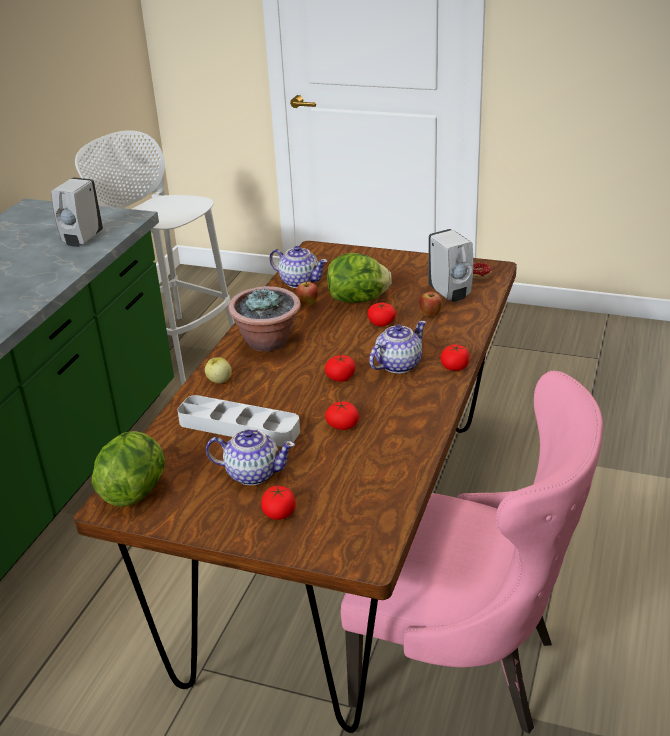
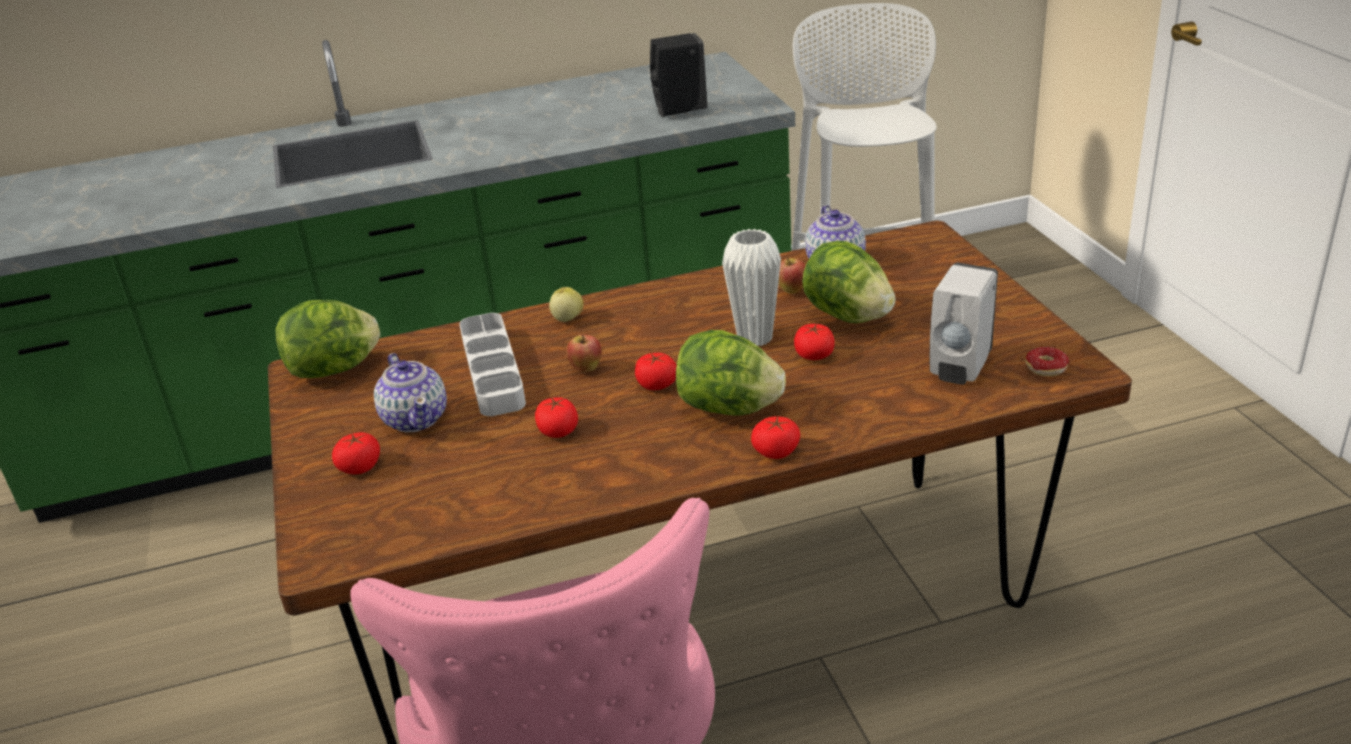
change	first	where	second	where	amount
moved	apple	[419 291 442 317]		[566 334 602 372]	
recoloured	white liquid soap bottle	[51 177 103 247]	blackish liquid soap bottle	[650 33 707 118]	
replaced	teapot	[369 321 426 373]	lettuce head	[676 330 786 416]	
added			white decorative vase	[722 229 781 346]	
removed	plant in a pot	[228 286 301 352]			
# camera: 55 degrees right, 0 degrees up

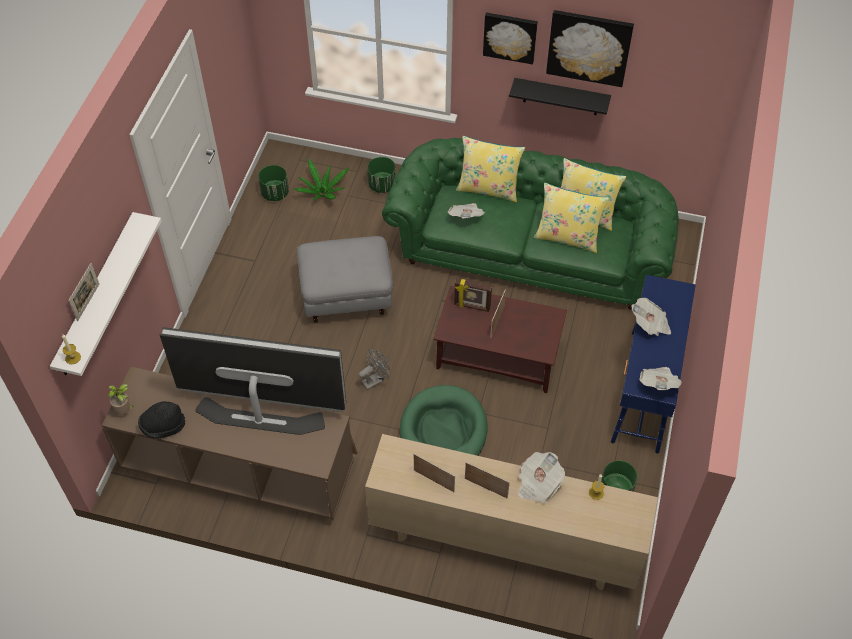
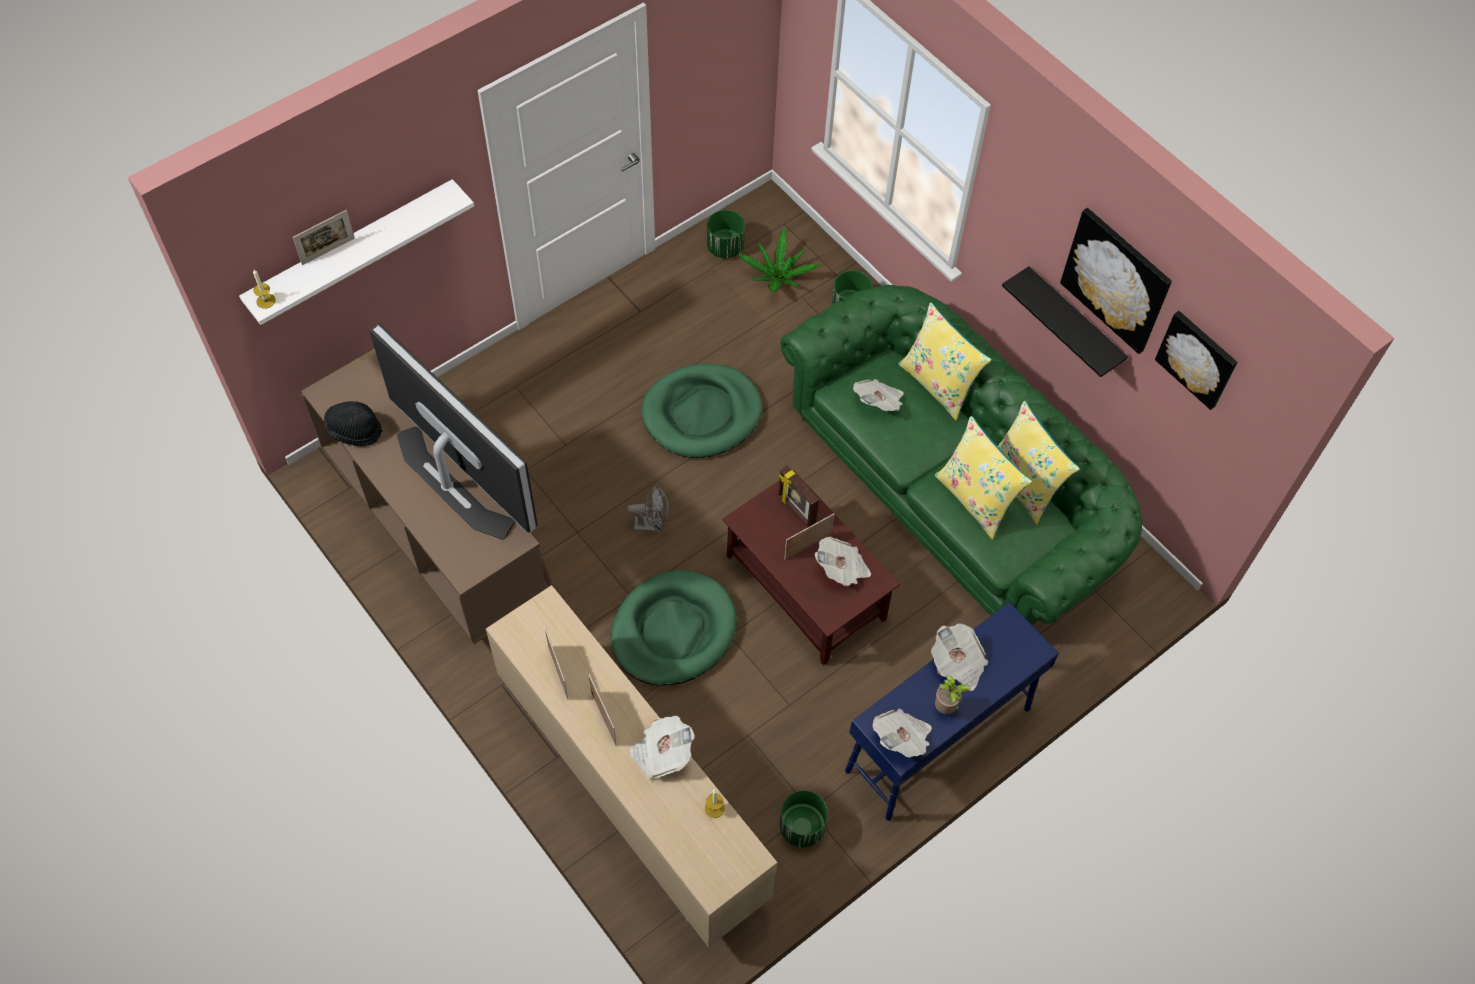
change	first	where	second	where	amount
replaced	grey pouffe	[297 236 393 323]	green-coloured dog bed	[642 363 762 458]	
added			daily paper	[815 537 871 586]	
moved	plant in a pot	[107 384 135 415]		[935 675 971 714]	
moved	picture	[483 13 538 64]		[1155 311 1237 410]	
# camera: 35 degrees right, 5 degrees up

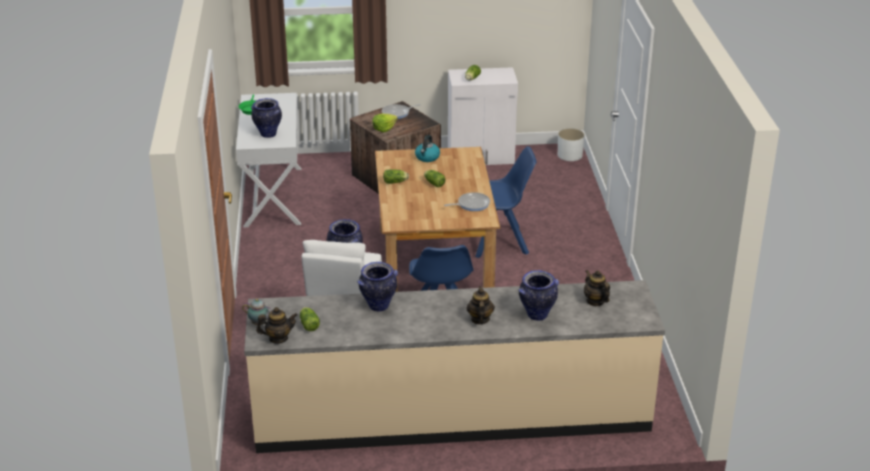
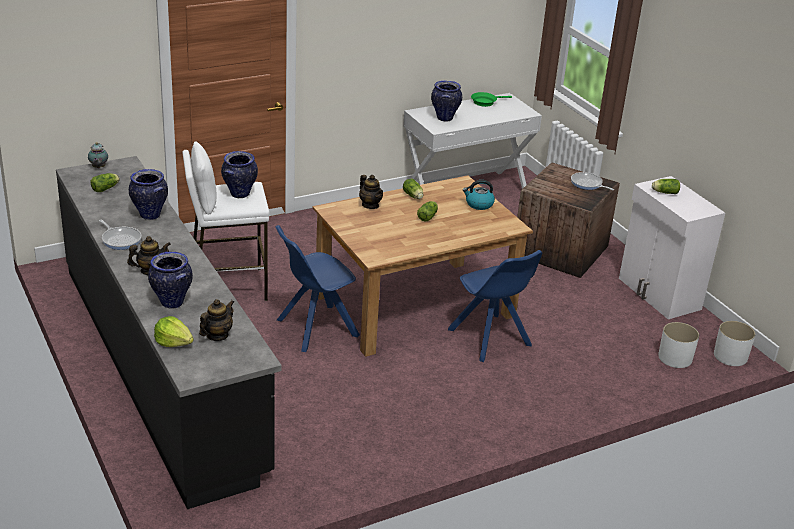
change	first	where	second	where	amount
recoloured	beige-coloured kitchen base unit	[244 280 665 453]	blackish kitchen base unit	[56 156 282 509]	
moved	frying pan	[444 192 490 211]		[99 220 141 250]	
moved	lettuce head	[372 114 398 132]		[154 316 194 347]	
moved	teapot	[256 307 297 344]		[359 175 383 209]	
added			white plant pot	[658 322 699 368]	
# camera: 65 degrees right, 0 degrees up

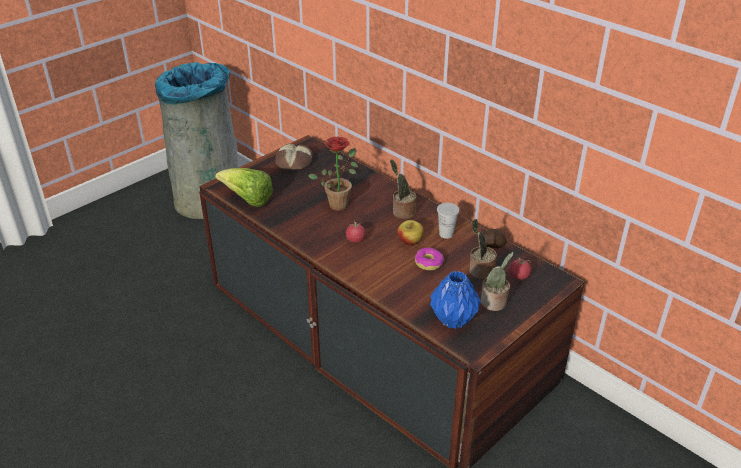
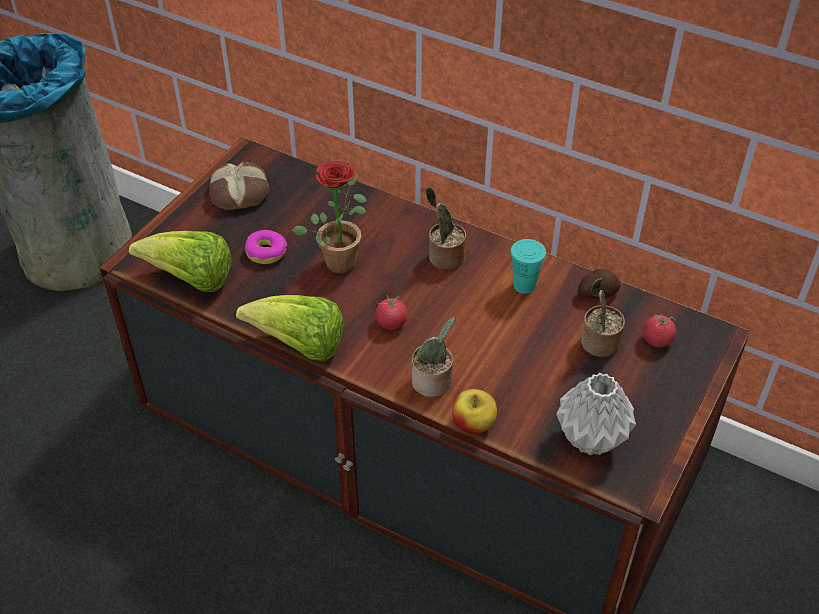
change	first	where	second	where	amount
added			lettuce head	[236 295 344 361]	
moved	donut	[415 248 444 270]		[245 230 288 264]	
moved	plant in a pot	[480 252 514 311]		[412 317 455 397]	
moved	apple	[398 220 424 246]		[452 389 497 434]	
recoloured	white small cup	[437 203 460 239]	turquoise small cup	[510 239 546 294]	
recoloured	blue-coloured decorative vase	[430 271 481 329]	grey decorative vase	[556 373 636 455]	
# camera: 15 degrees left, 10 degrees up

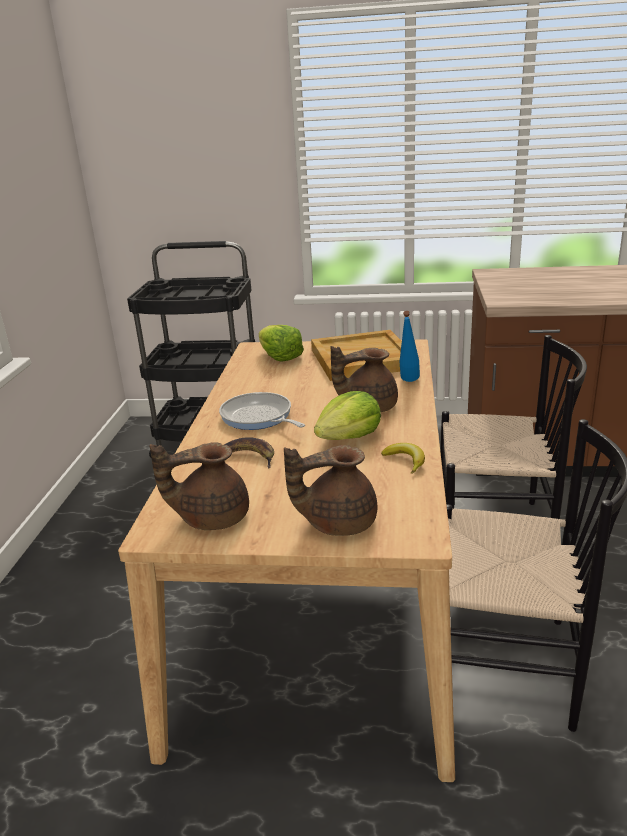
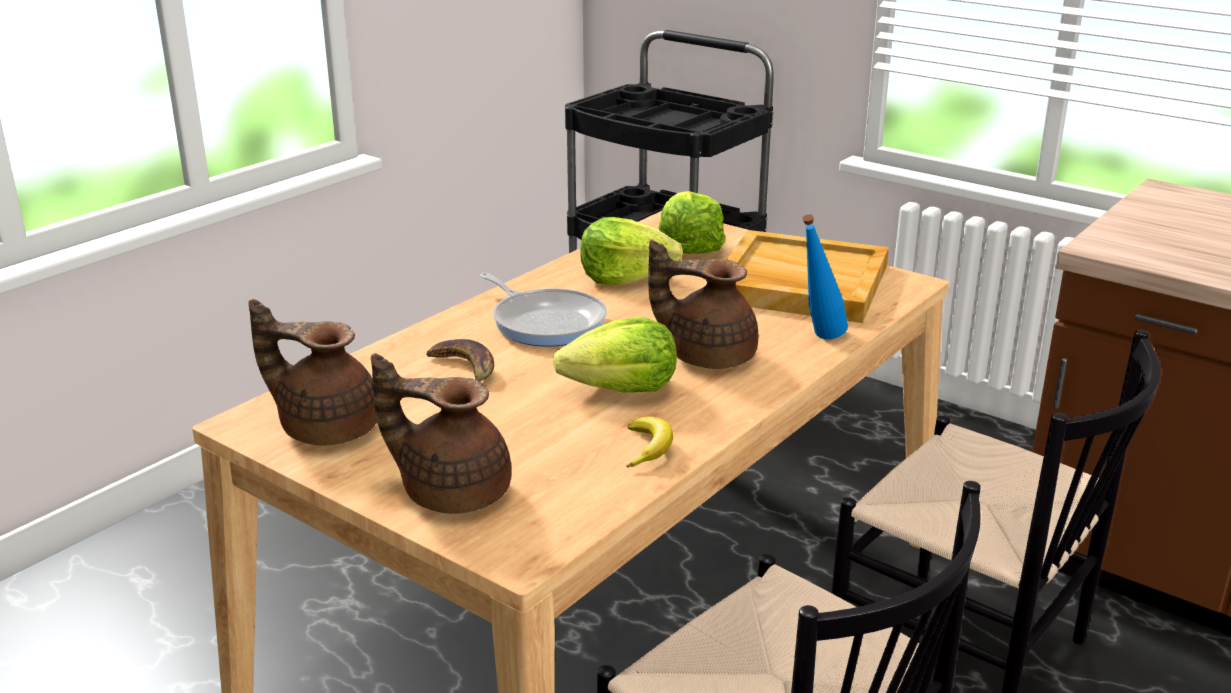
change	first	where	second	where	amount
turned	frying pan	[219 392 305 430]		[480 273 607 347]	150 degrees clockwise
added			lettuce head	[580 217 683 285]	
# camera: 30 degrees right, 0 degrees up

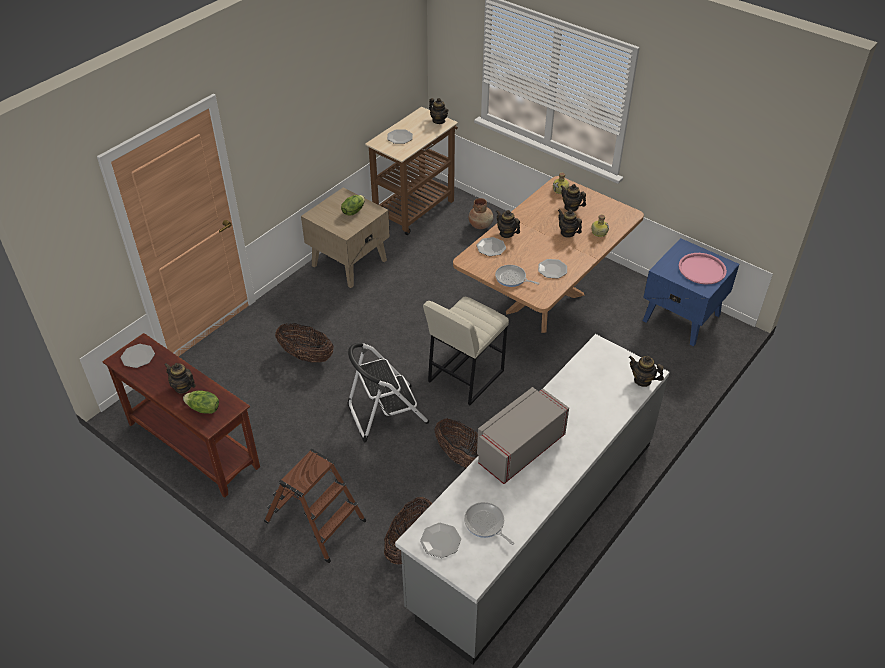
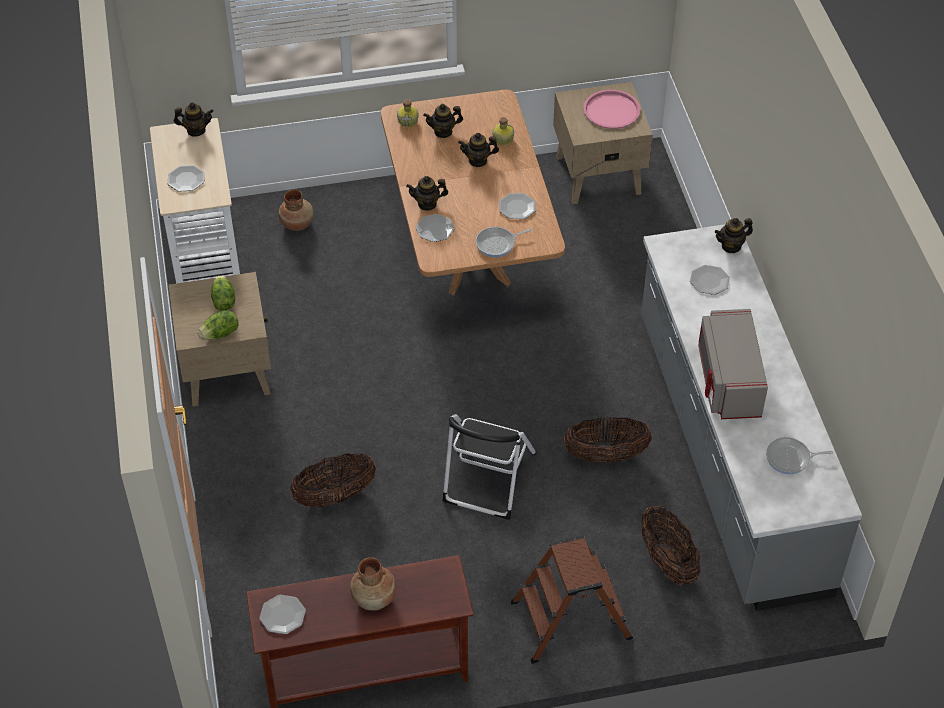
change	first	where	second	where	amount
recoloured	brownish trolley	[365 107 458 235]	white trolley	[150 118 240 284]	
moved	lettuce head	[183 390 219 414]		[198 310 239 339]	
replaced	teapot	[164 363 196 393]	brownish decorative vase	[350 557 396 611]	
recoloured	blue-coloured bedside table	[643 238 739 346]	beige-coloured bedside table	[553 82 653 204]	
moved	plate	[420 523 461 558]		[690 265 730 295]	
removed	beige-coloured chair	[423 297 509 405]			
# camera: 50 degrees left, 5 degrees up

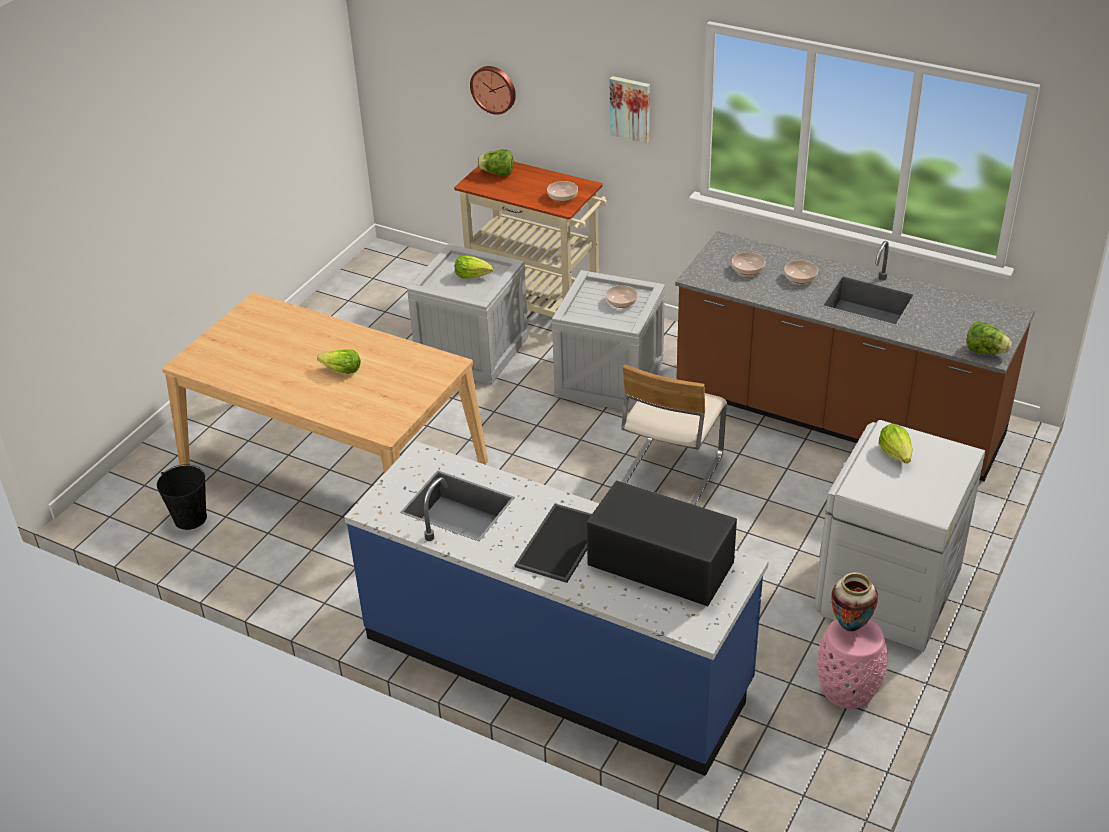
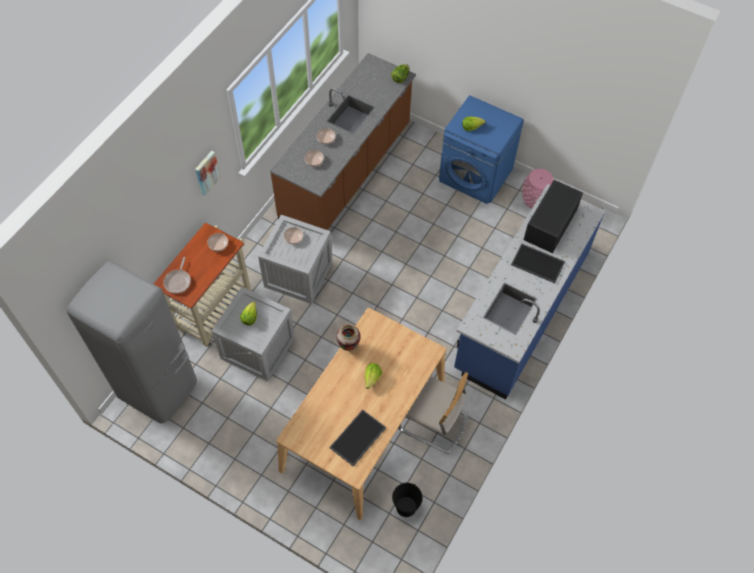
change	first	where	second	where	amount
added			grey fridge	[67 261 197 423]	
replaced	lettuce head	[477 149 513 175]	frying pan	[163 257 191 294]	
added			tray	[329 410 386 467]	
moved	decorative vase	[831 572 878 632]		[336 325 361 351]	
moved	beige-coloured chair	[621 364 727 505]		[398 372 468 454]	
recoloured	white laundry appliance	[814 420 985 652]	blue-coloured laundry appliance	[439 95 524 204]	
removed	clock on the wall	[470 66 516 115]			
# camera: 90 degrees left, 20 degrees up

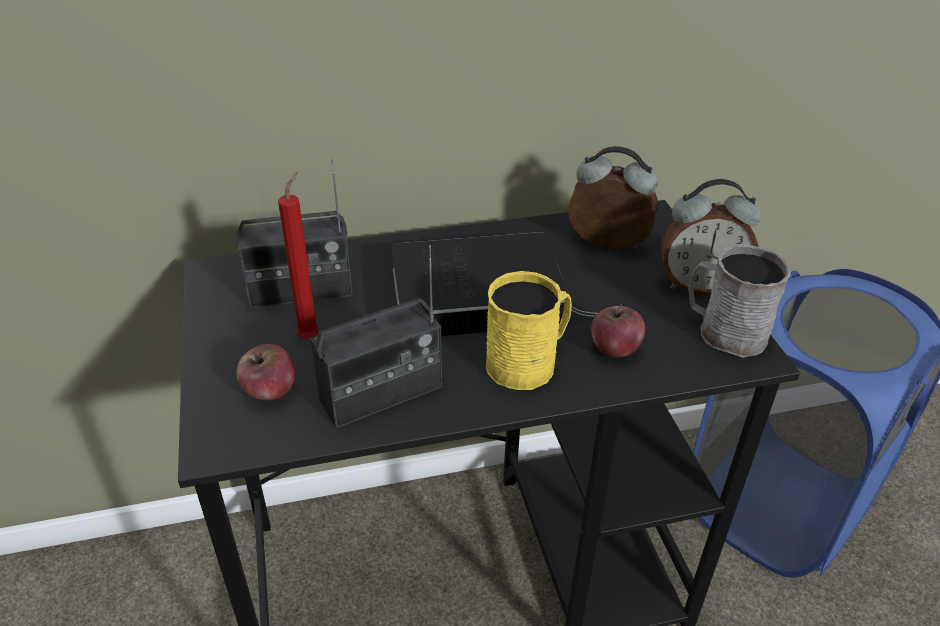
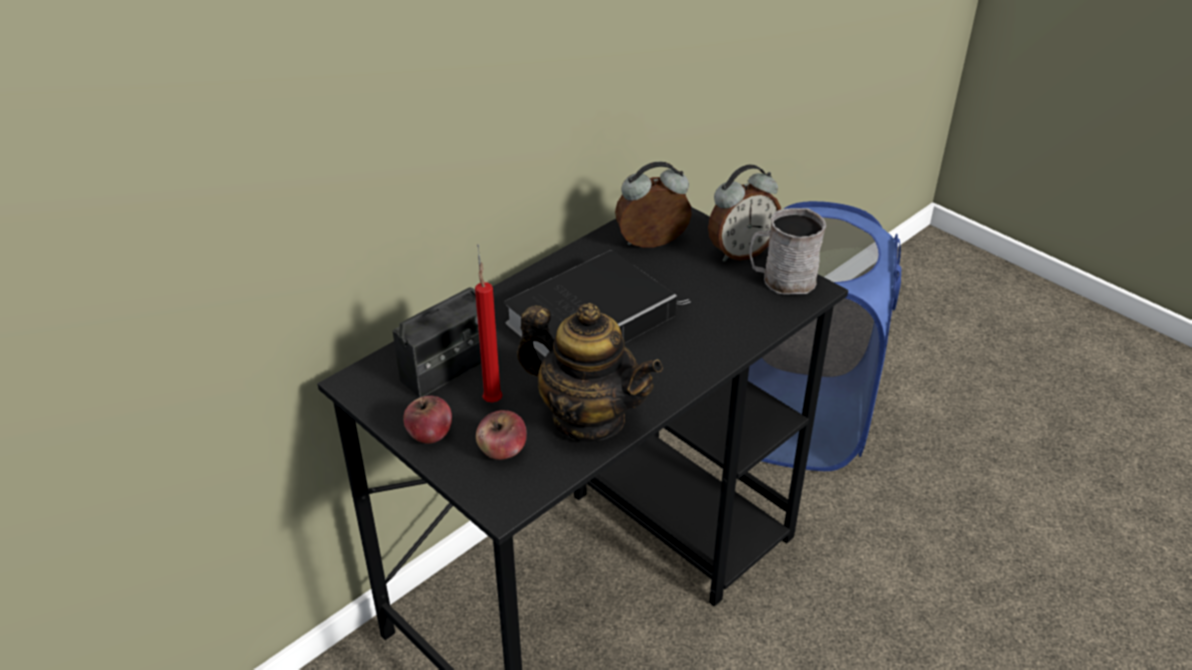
change	first	where	second	where	amount
moved	apple	[591 305 645 358]		[403 396 452 444]	
replaced	radio set	[311 245 442 428]	teapot	[517 303 663 442]	
removed	yellow-coloured coffee mug	[486 271 572 390]			
# camera: 30 degrees left, 0 degrees up

